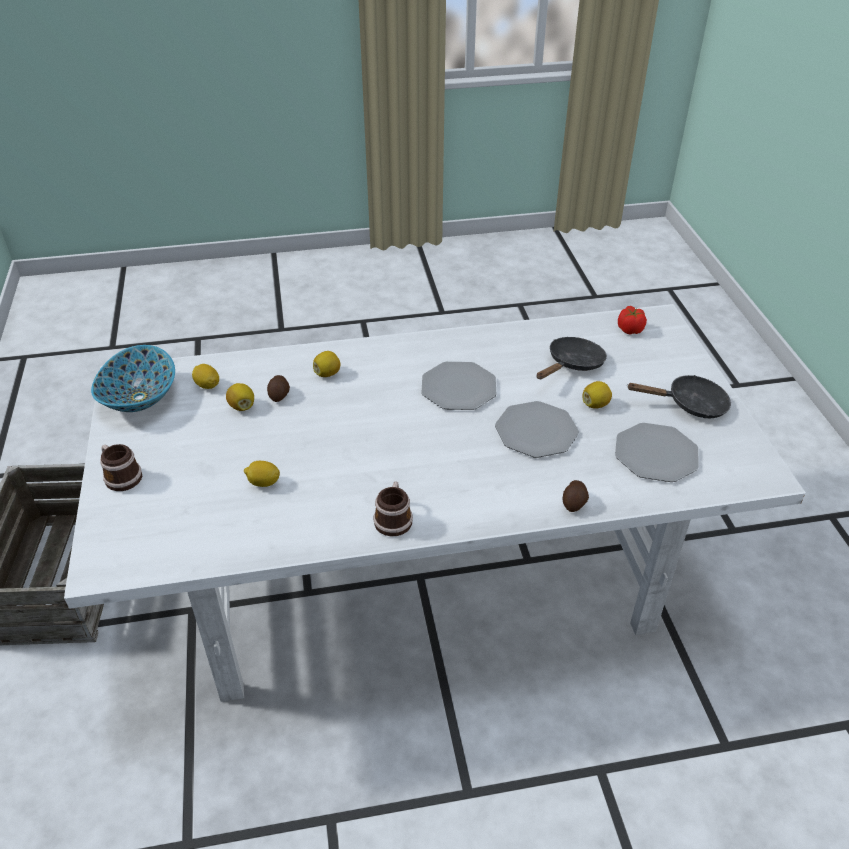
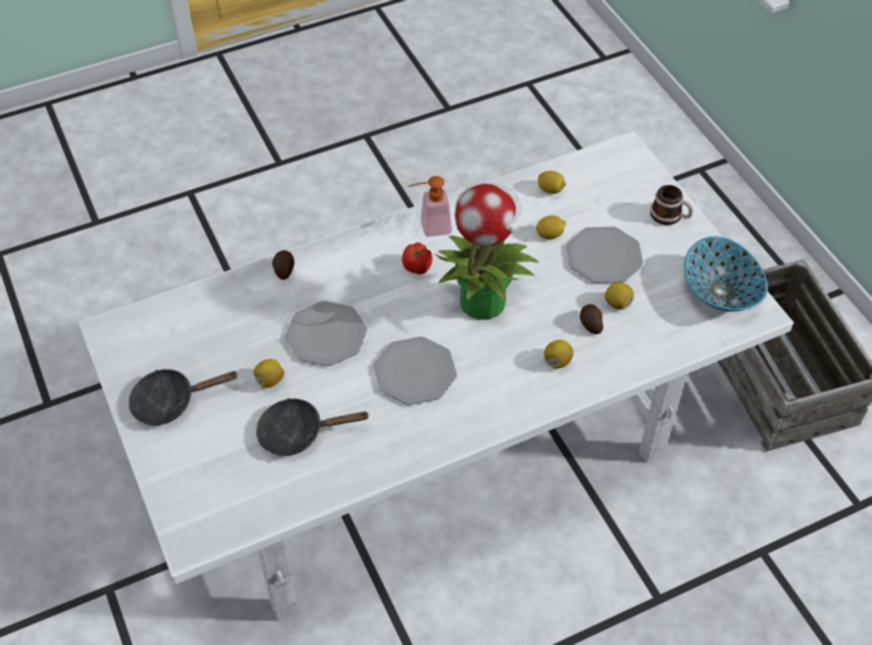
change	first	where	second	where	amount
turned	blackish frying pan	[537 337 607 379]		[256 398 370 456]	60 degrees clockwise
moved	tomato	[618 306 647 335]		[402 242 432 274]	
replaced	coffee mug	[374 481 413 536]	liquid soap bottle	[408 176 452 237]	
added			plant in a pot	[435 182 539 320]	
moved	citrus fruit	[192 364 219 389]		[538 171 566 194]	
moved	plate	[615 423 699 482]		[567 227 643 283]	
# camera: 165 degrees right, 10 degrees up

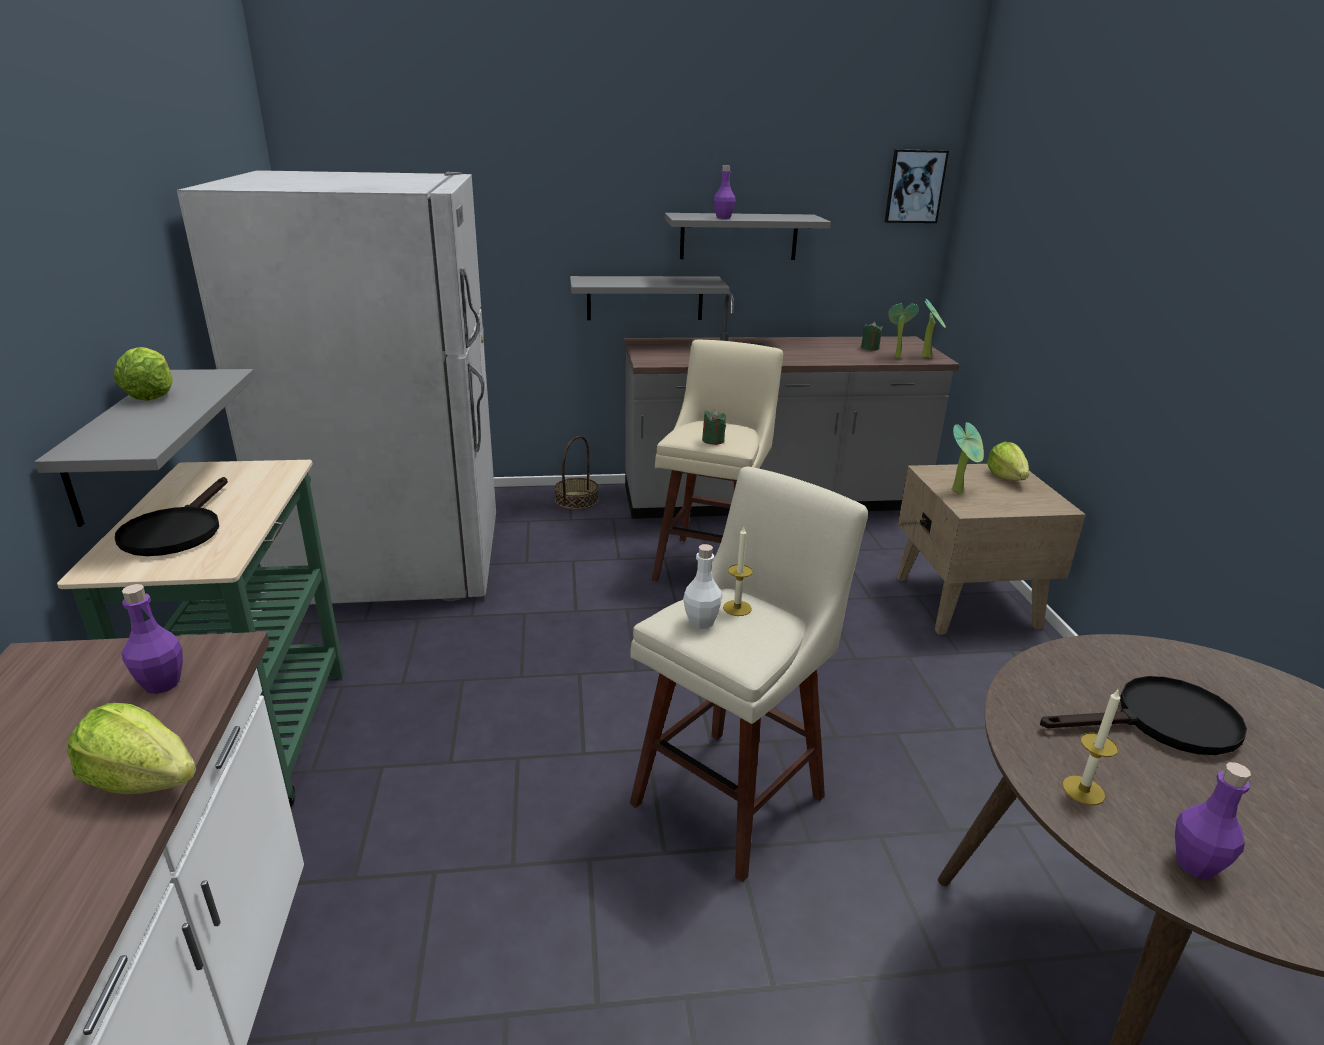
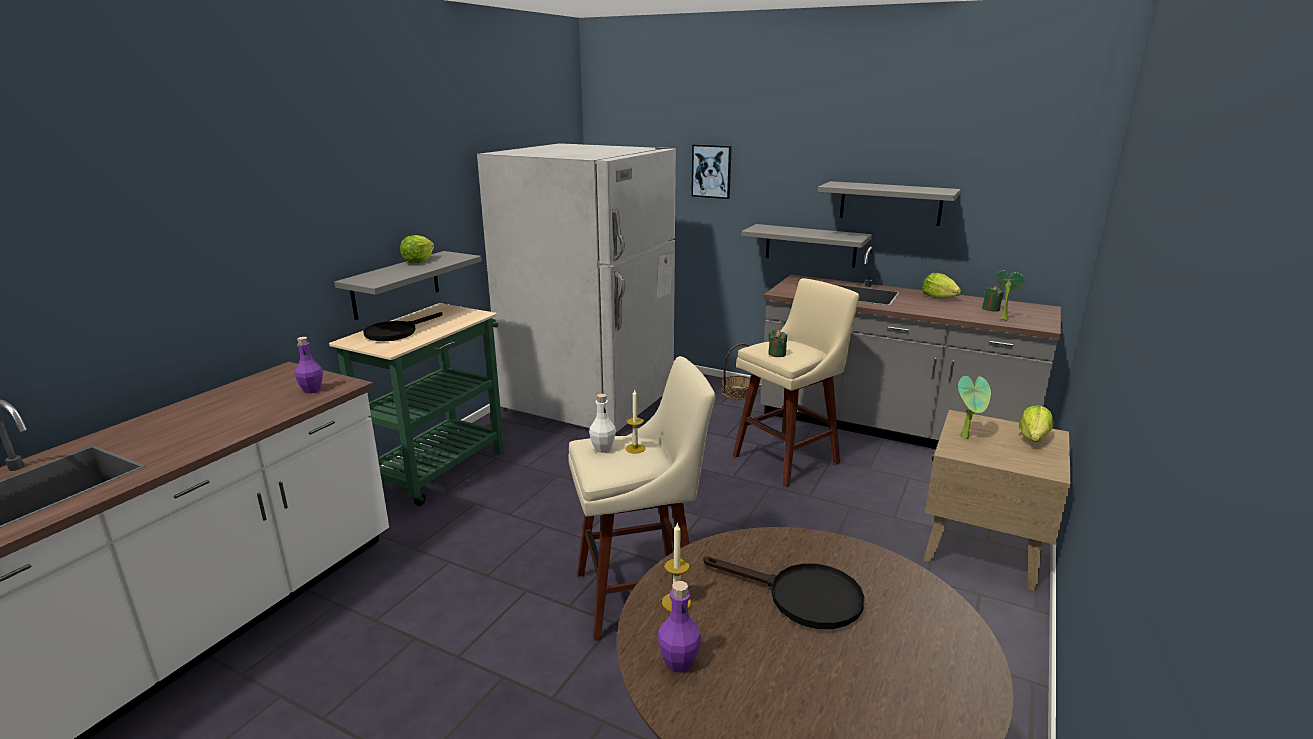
change	first	where	second	where	amount
moved	picture	[884 149 949 223]		[691 144 732 199]	
moved	lettuce head	[67 703 196 794]		[922 273 961 299]	
removed	purple bottle	[713 165 736 219]			
removed	plant in a pot	[922 299 946 358]			
# camera: 35 degrees right, 5 degrees down

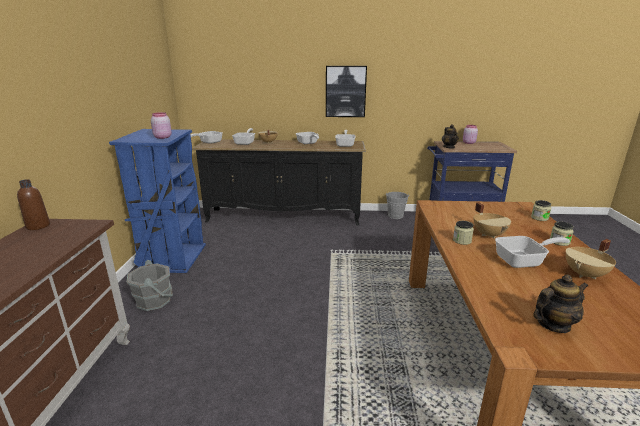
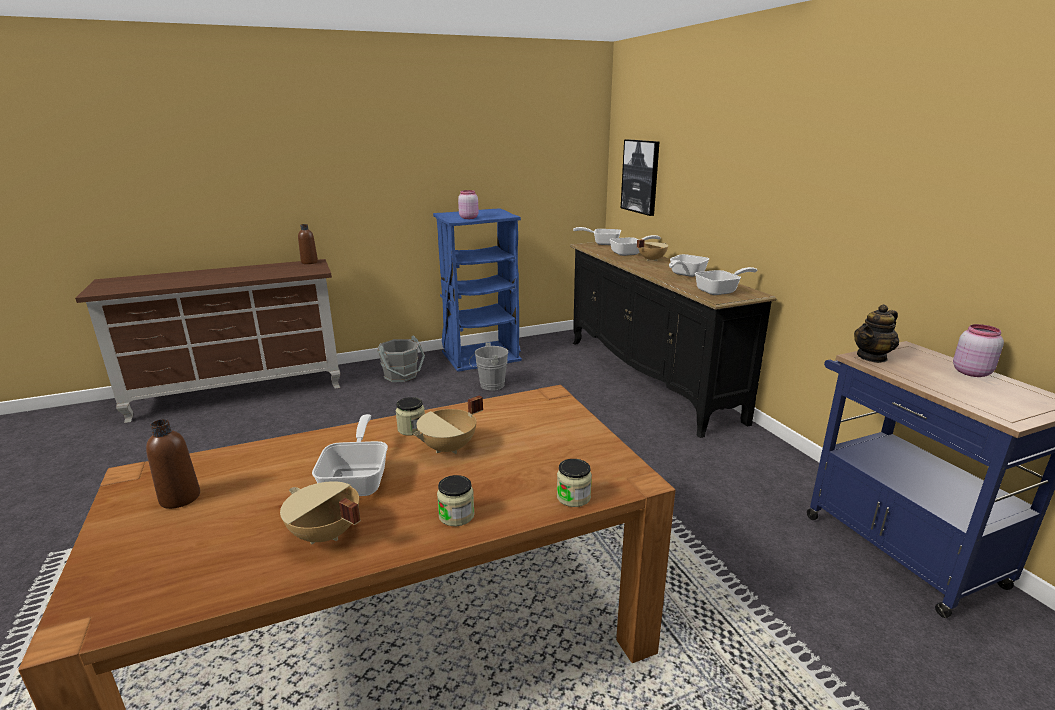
change	first	where	second	where	amount
replaced	teapot	[533 275 588 333]	brownish bottle	[146 419 200 509]	
turned	frying pan	[495 236 570 268]		[312 414 388 496]	150 degrees counterclockwise
moved	grey bucket	[386 192 409 219]		[469 343 508 390]	
moved	picture	[326 66 367 117]		[621 139 659 216]	
# camera: 65 degrees right, 0 degrees up

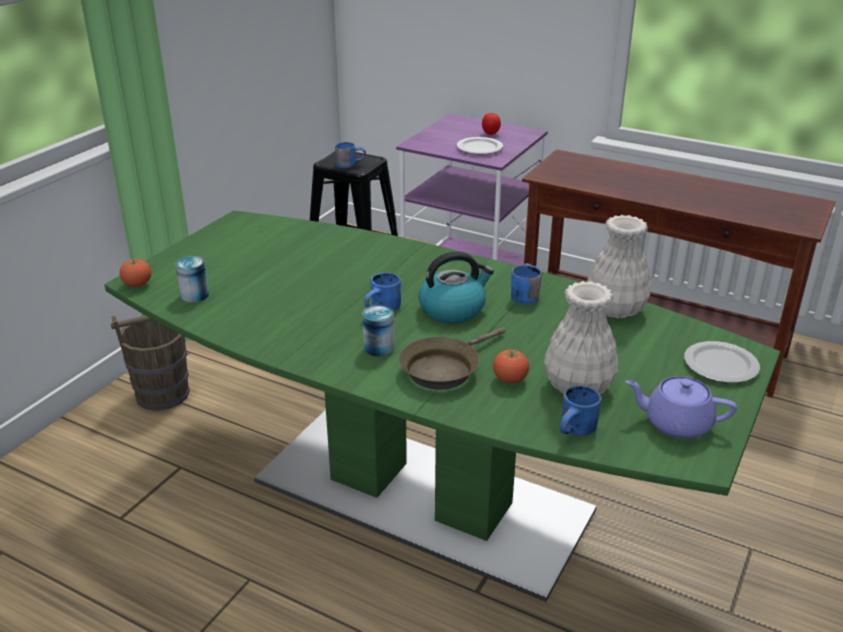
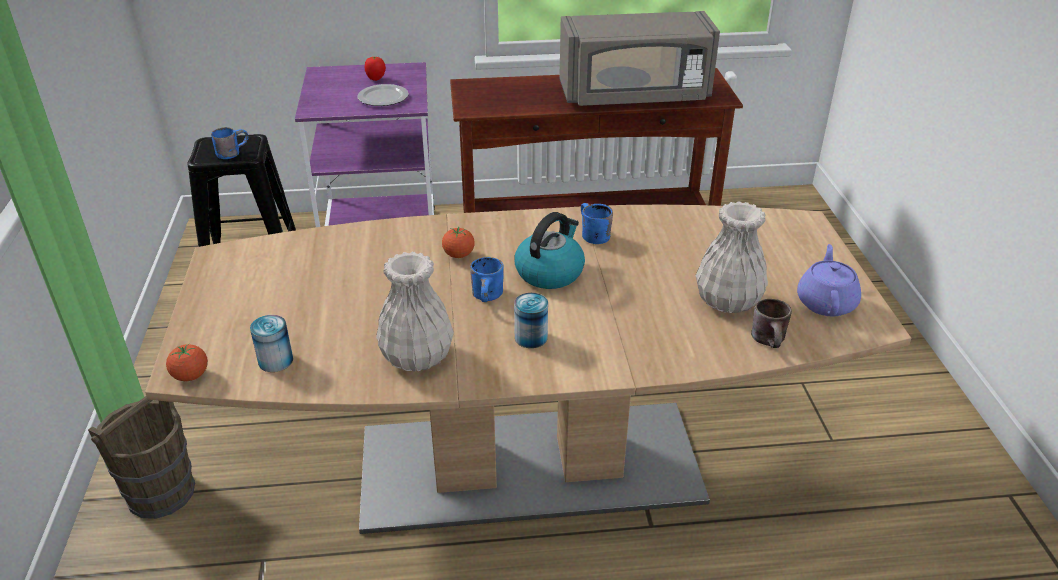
change	first	where	second	where	amount
recoloured	green-coloured dining table	[104 211 780 602]	brownish dining table	[145 205 911 534]	
moved	white decorative vase	[587 215 651 318]		[376 252 454 372]	
moved	tomato	[493 348 529 383]		[442 227 475 258]	
added			grey kitchen microwave	[559 11 720 106]	
recoloured	blue-coloured coffee mug	[560 386 601 436]	brownish coffee mug	[751 299 792 348]	
turned	purple teapot	[625 376 737 439]		[797 244 861 316]	120 degrees clockwise
removed	brownish frying pan	[399 327 505 390]			
removed	plate	[684 341 760 383]			
# camera: 35 degrees left, 5 degrees up

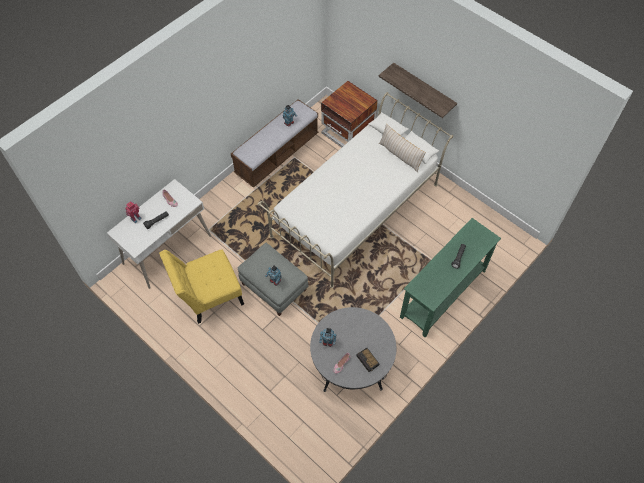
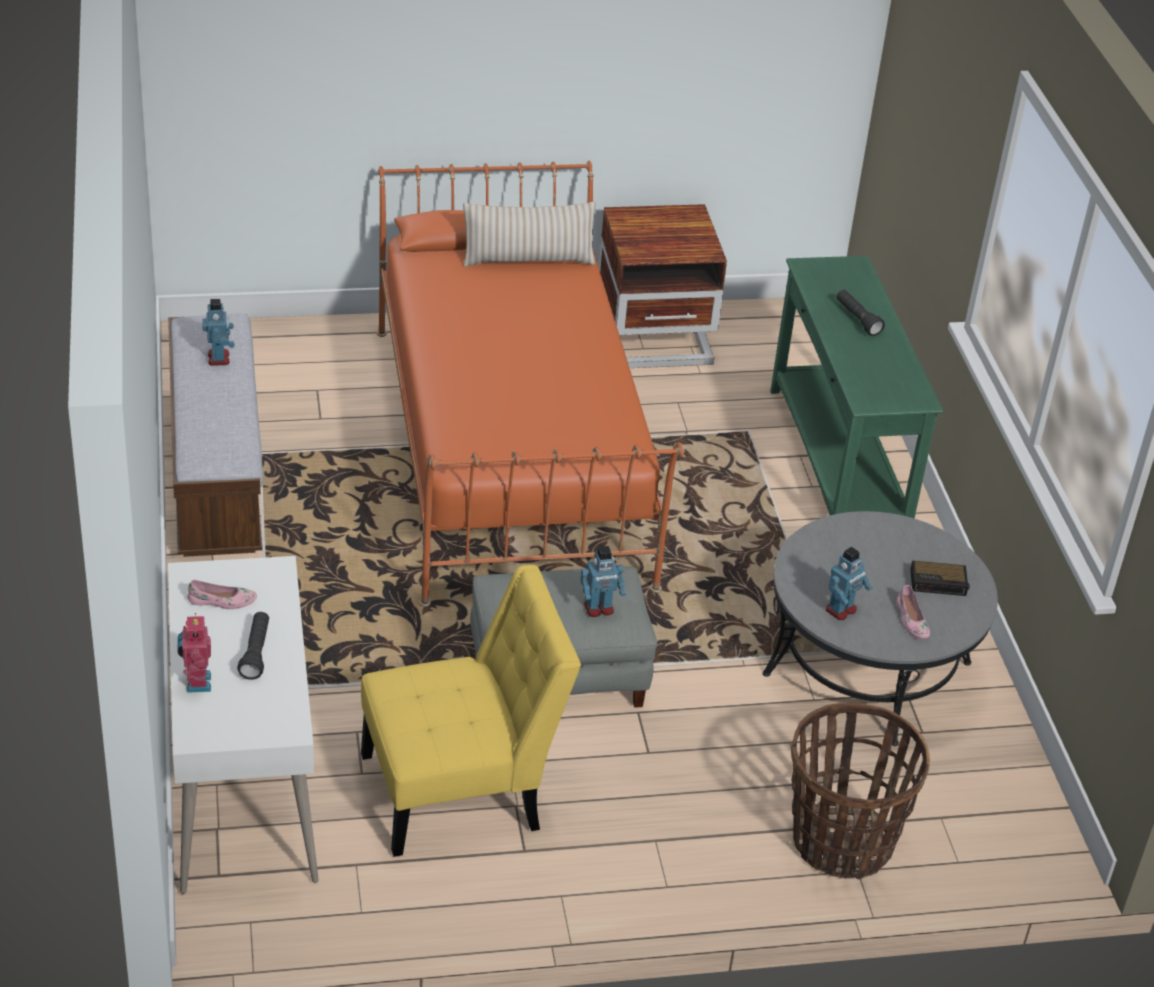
change	first	where	second	where	amount
turned	yellow-coloured chair	[159 249 244 324]		[361 565 581 857]	120 degrees counterclockwise
recoloured	white bed	[258 92 453 288]	orange-coloured bed	[377 161 685 607]	
moved	bedside table	[321 81 378 148]		[599 204 727 368]	
added			storage basket	[791 702 930 879]	
removed	bracket shelf	[379 63 457 118]			
# camera: 55 degrees left, 20 degrees down

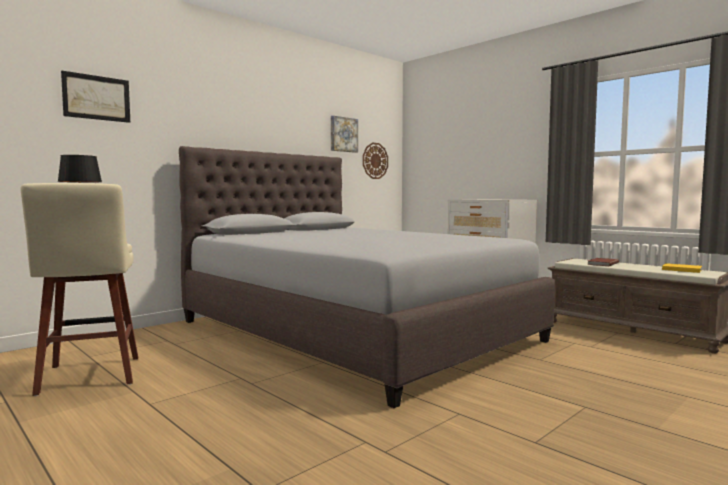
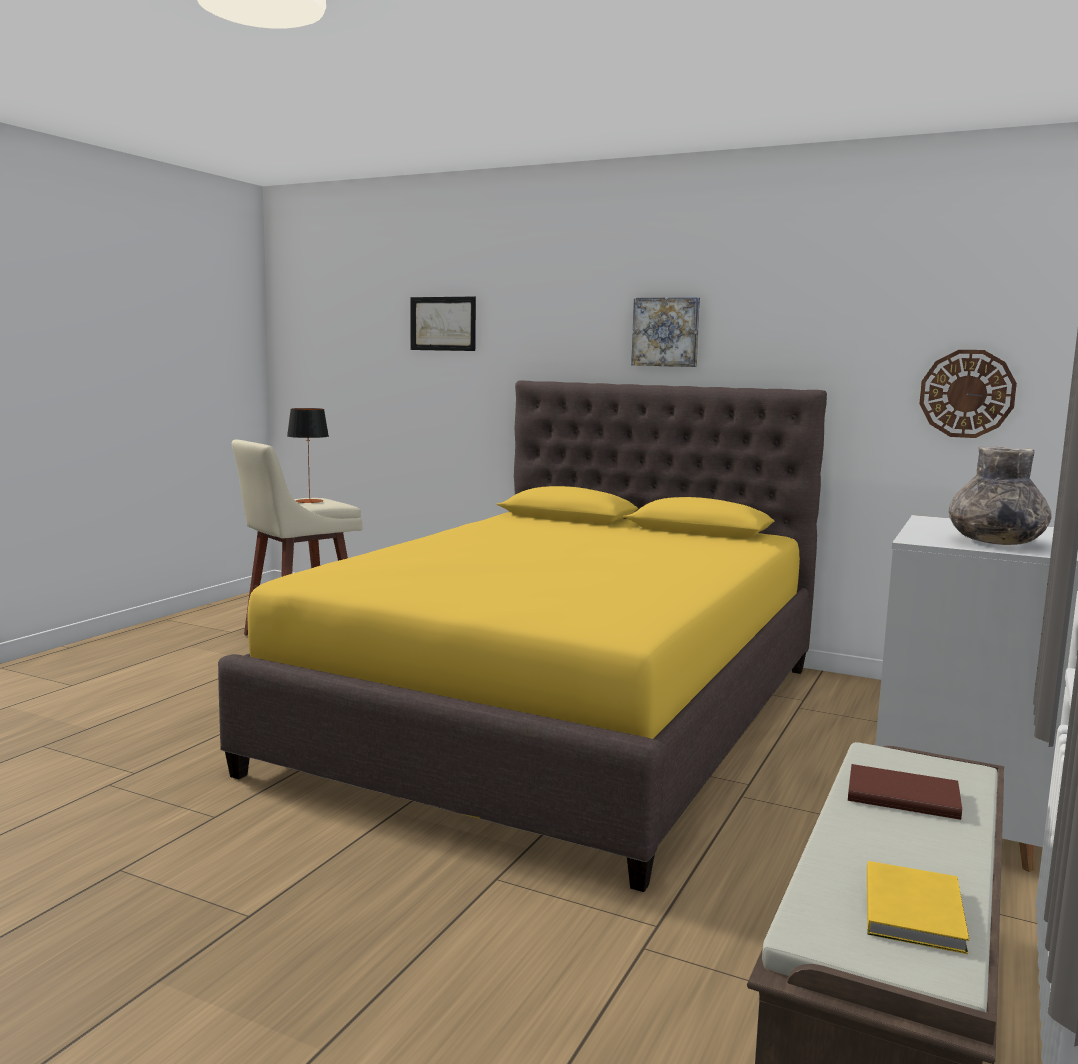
change	first	where	second	where	amount
recoloured	grey bed	[179 146 555 408]	yellow-coloured bed	[218 380 827 892]	
moved	picture	[331 116 358 153]		[631 297 700 367]	
added			grey decorative vase	[949 446 1052 545]	
# camera: 70 degrees right, 5 degrees up

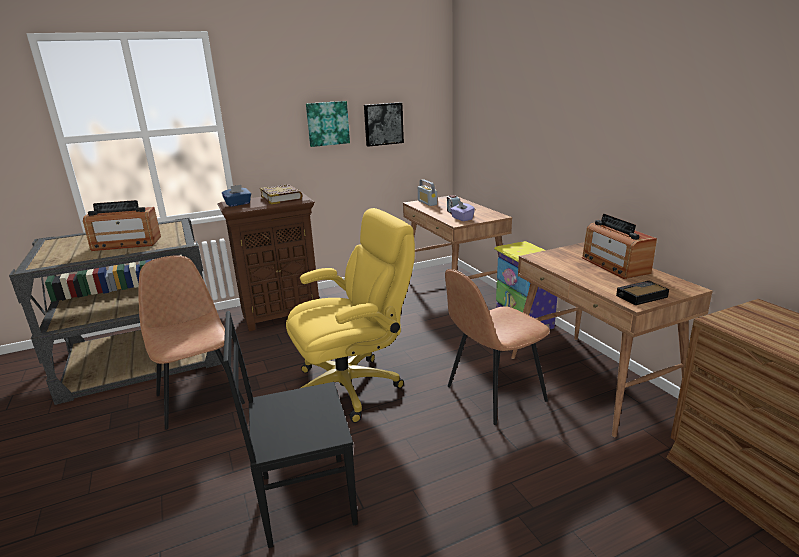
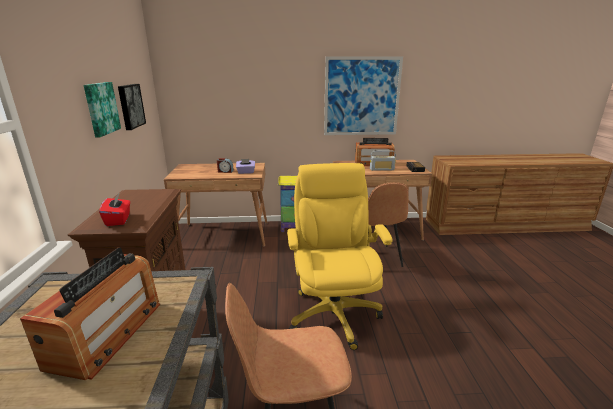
change	first	where	second	where	amount
recoloured	blue-coloured tissue box	[222 185 251 207]	reddish tissue box	[99 192 130 226]	
added			picture	[324 56 403 135]	
moved	radio set	[418 179 437 206]		[370 150 396 171]	
removed	blackish chair	[223 311 358 548]			
removed	bound book	[260 184 303 204]			
# camera: 70 degrees left, 0 degrees up

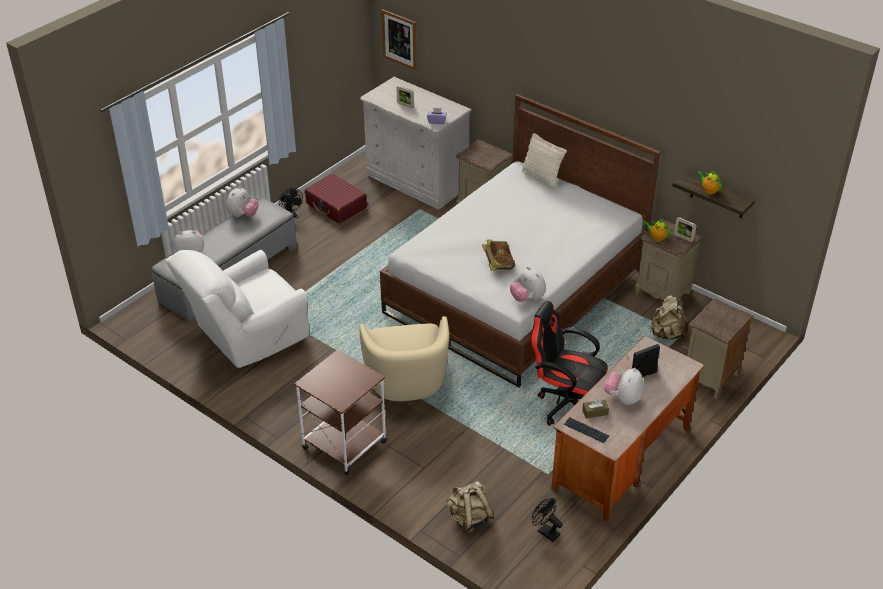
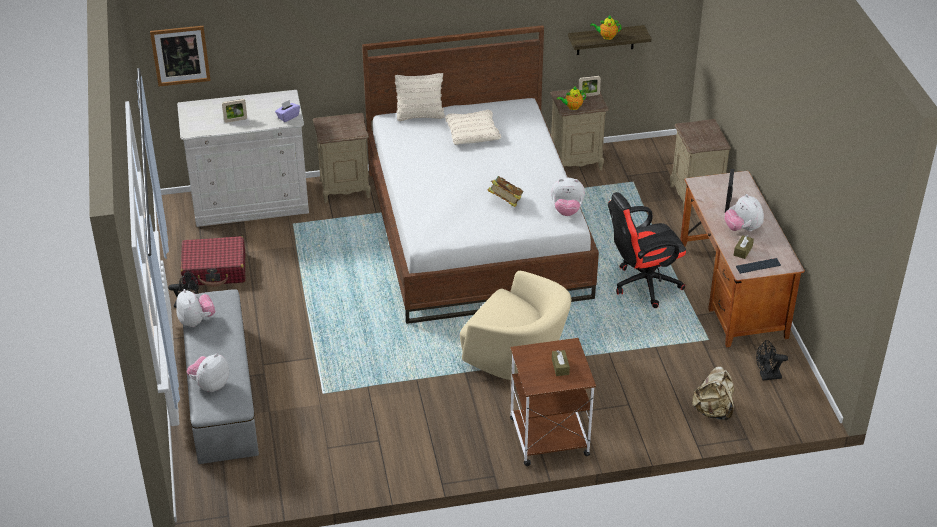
change	first	where	second	where	amount
added			beige-coloured cushion	[445 110 501 145]	
added			brownish tissue box	[552 350 570 376]	
removed	white easy chair	[166 250 310 368]			
removed	beige-coloured rucksack	[651 295 688 340]			
# camera: 50 degrees left, 0 degrees up

